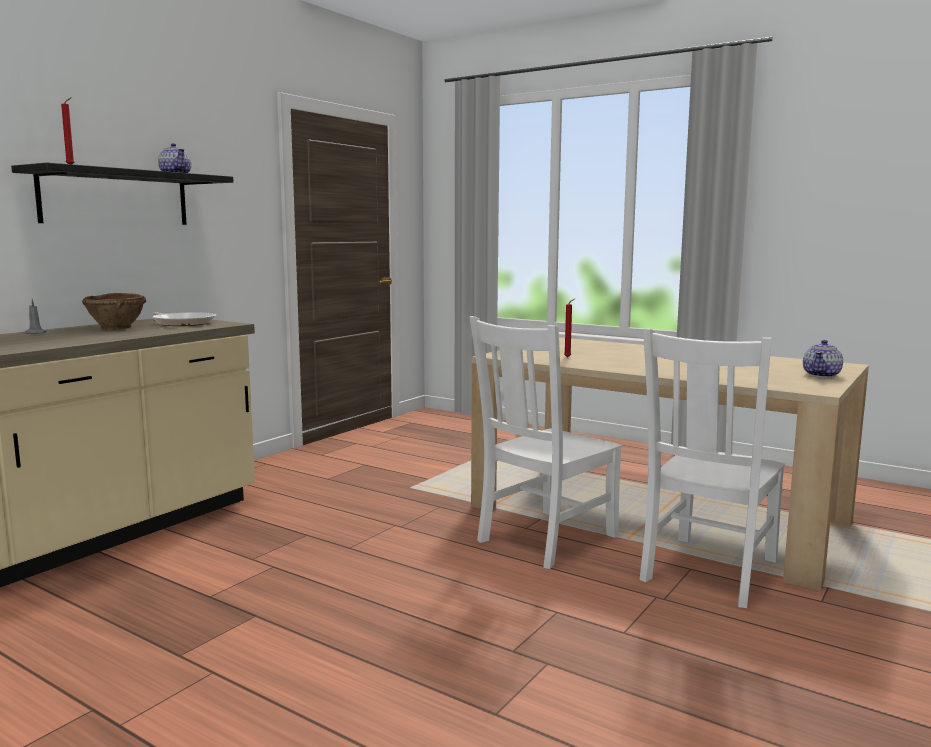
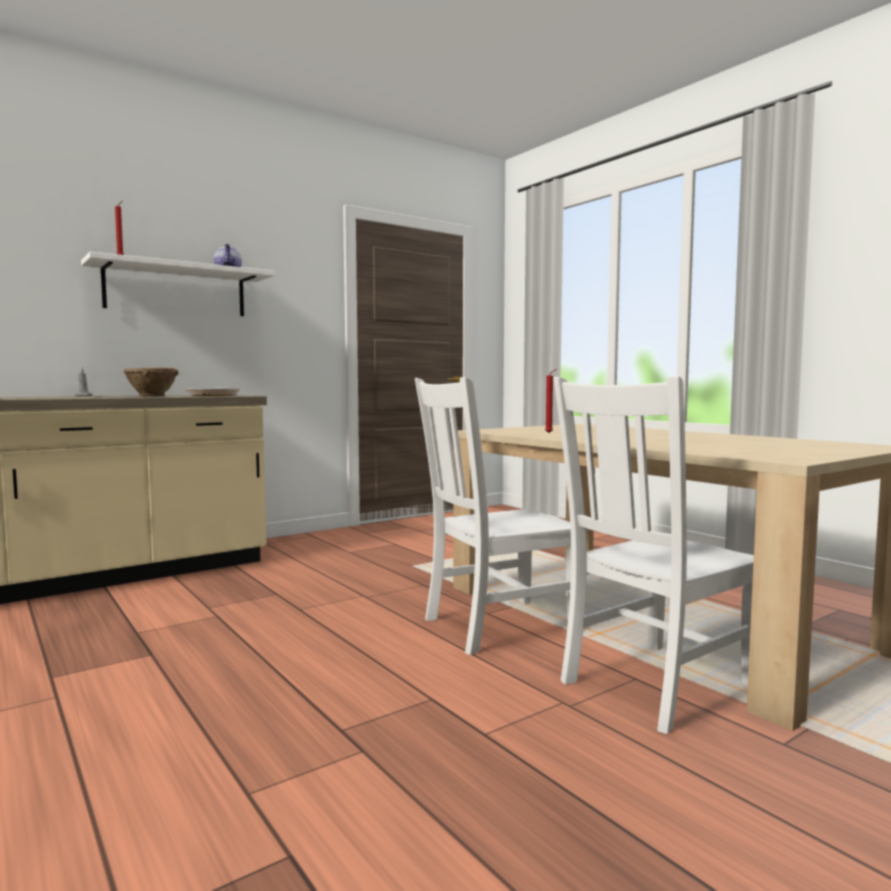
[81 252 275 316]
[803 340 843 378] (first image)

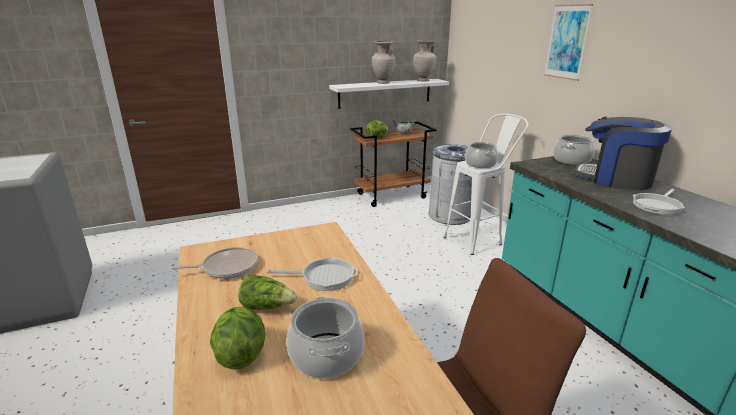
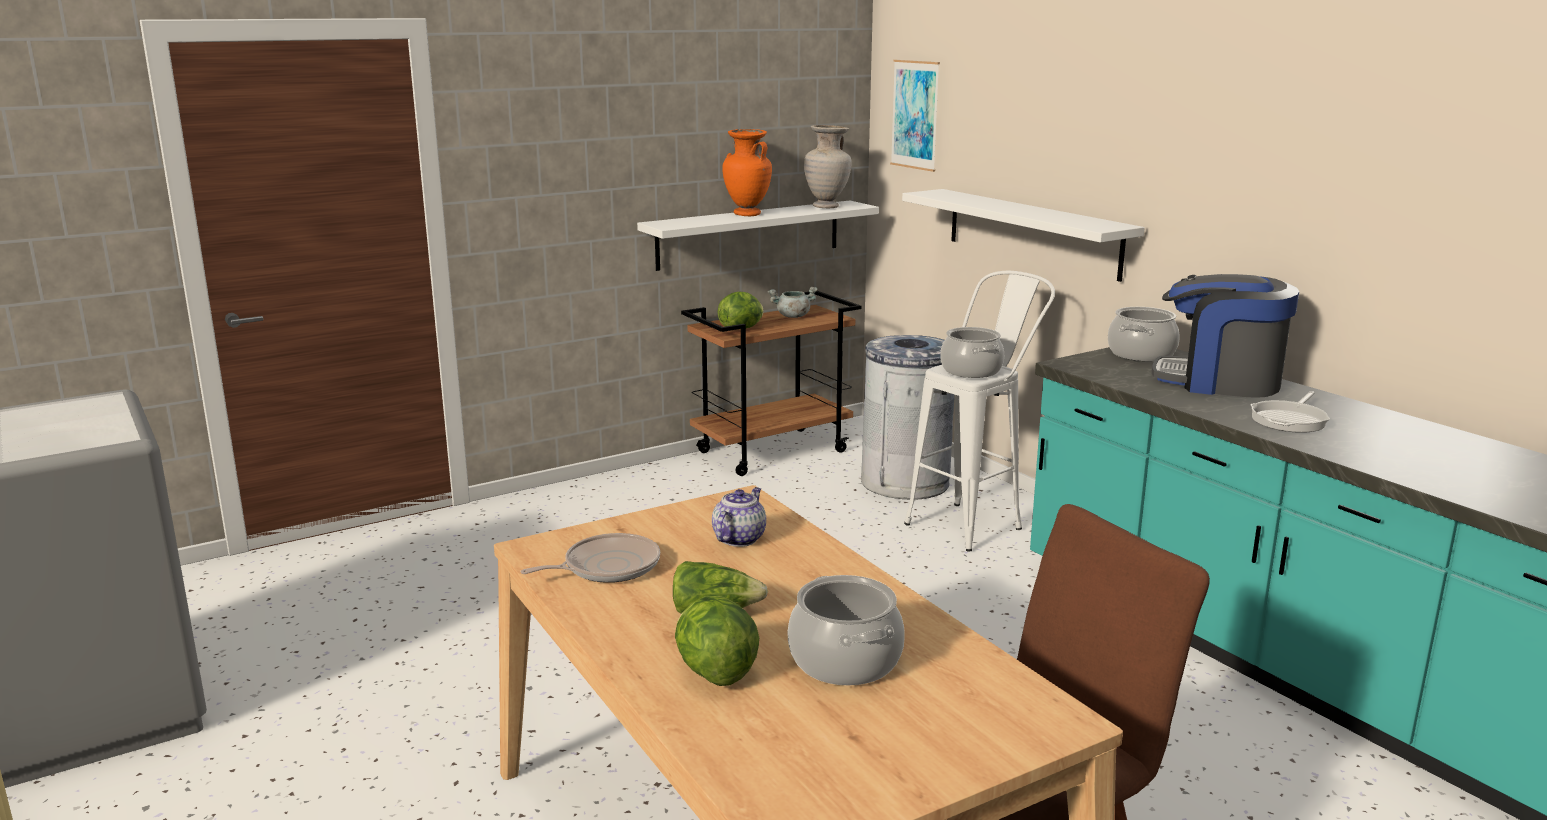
[890 60 940 172]
[722 129 772 216]
[267 257 358 291] (first image)
[902 189 1145 282]
[712 487 766 547]

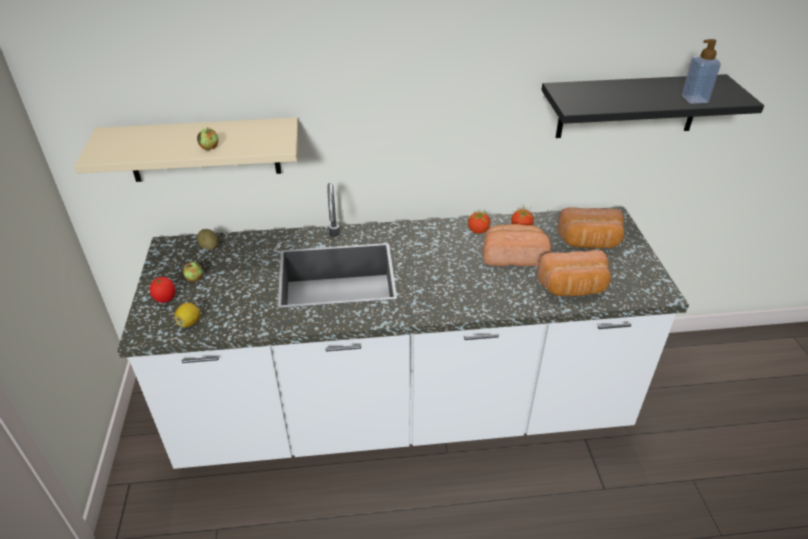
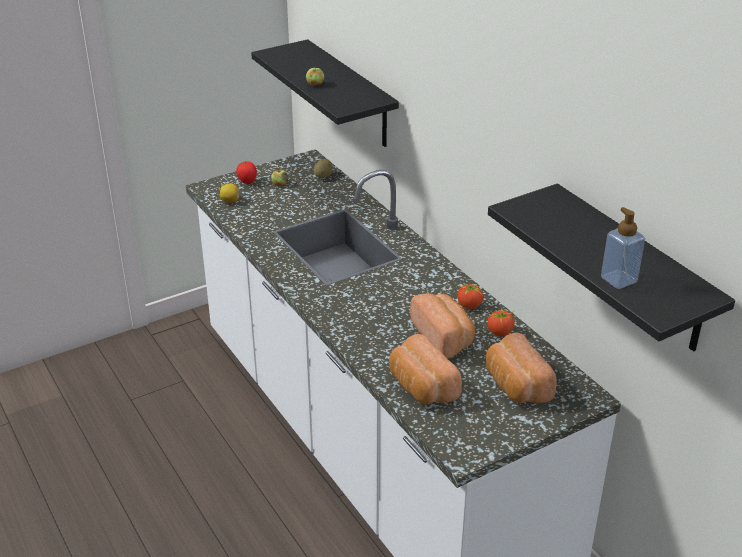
[251 39 399 147]

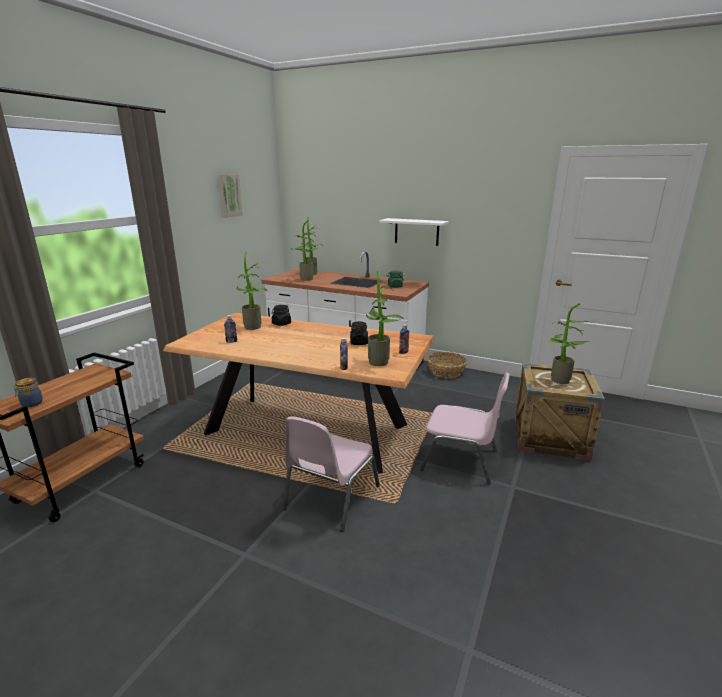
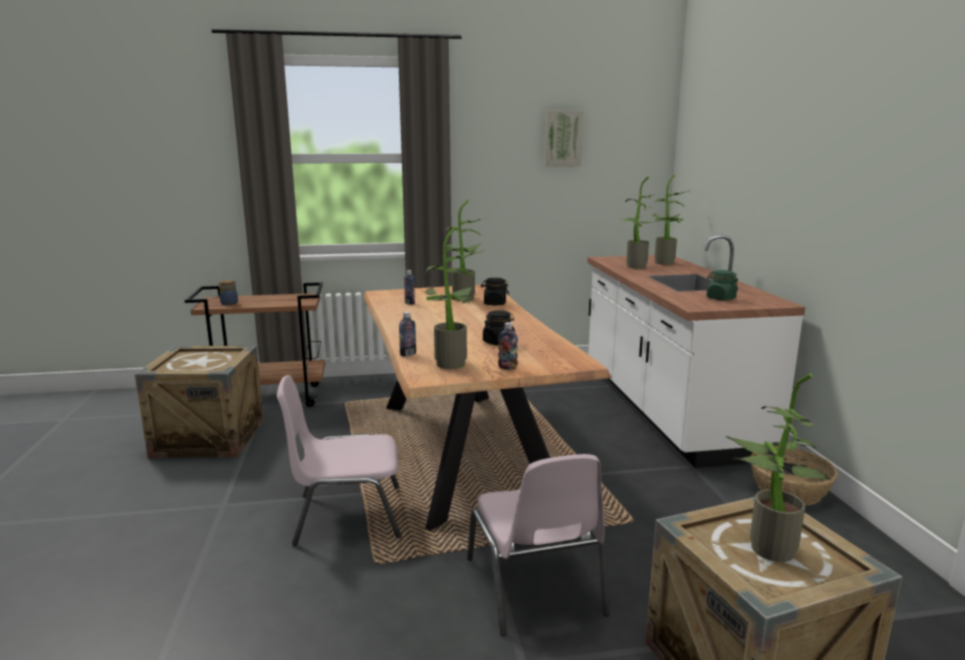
[379 218 449 246] (first image)
[134 346 264 458]

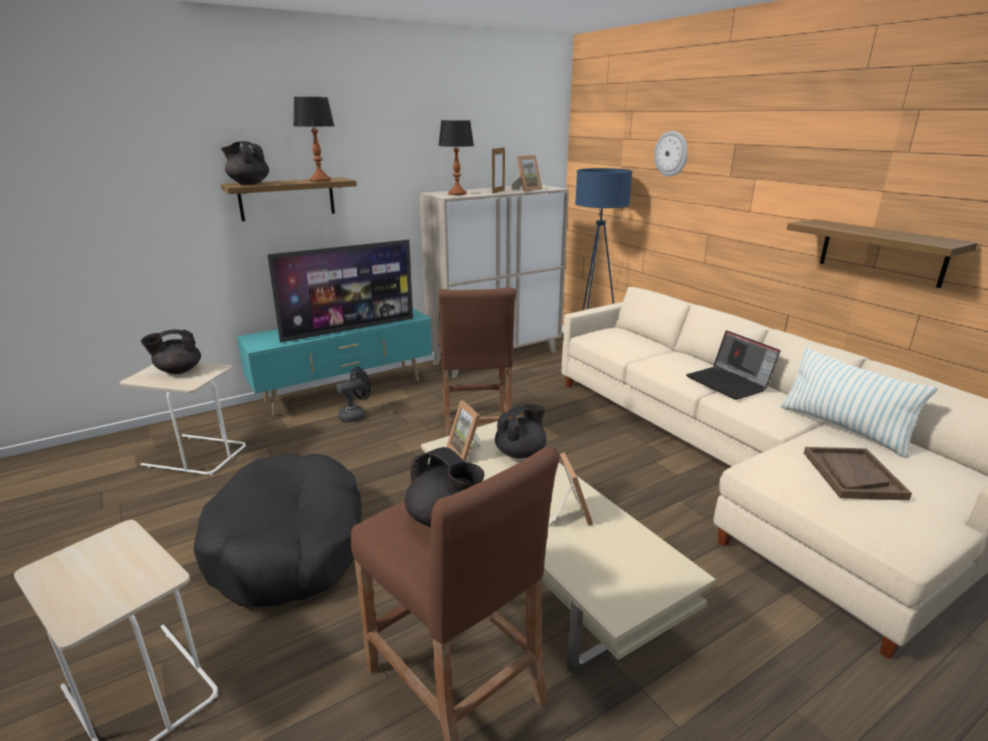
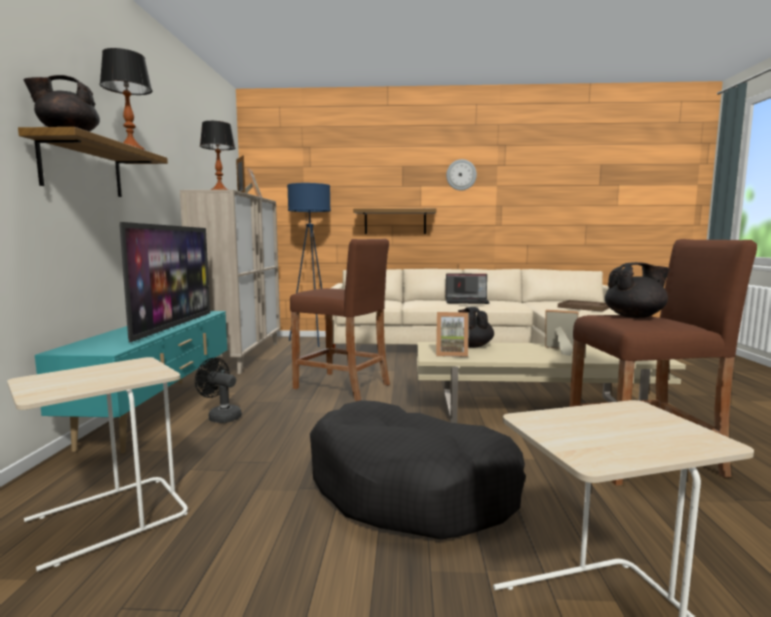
[446 159 477 191]
[353 208 437 234]
[141 329 201 374] (first image)
[780 347 937 458] (first image)
[195 358 242 423]

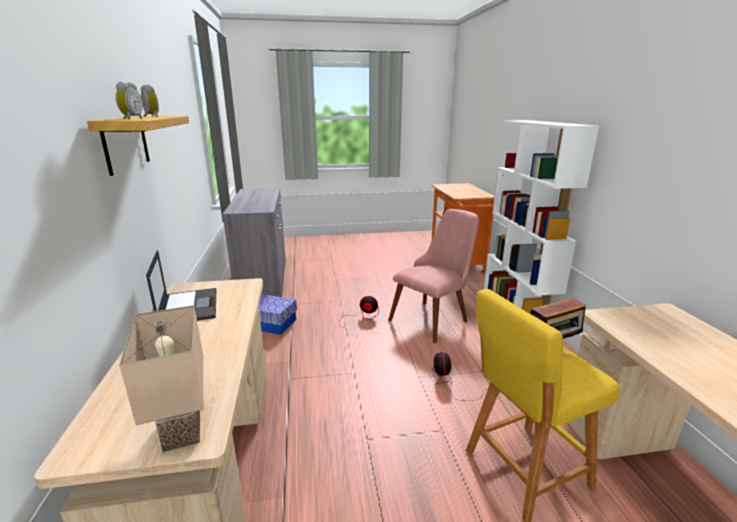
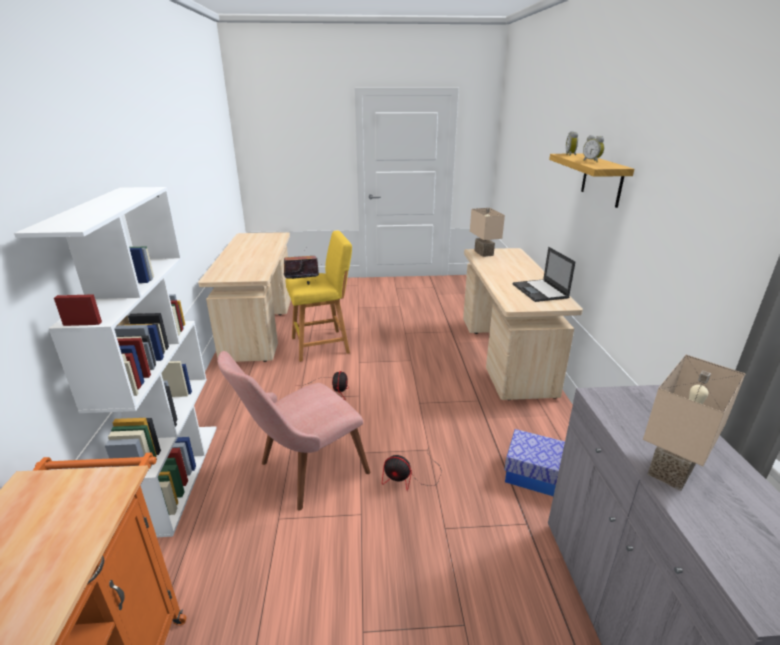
[643 355 746 491]

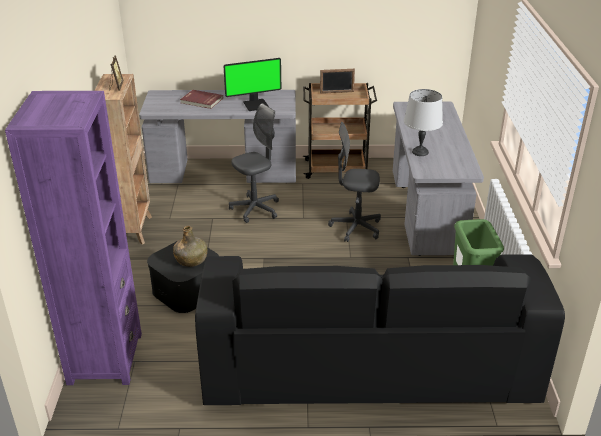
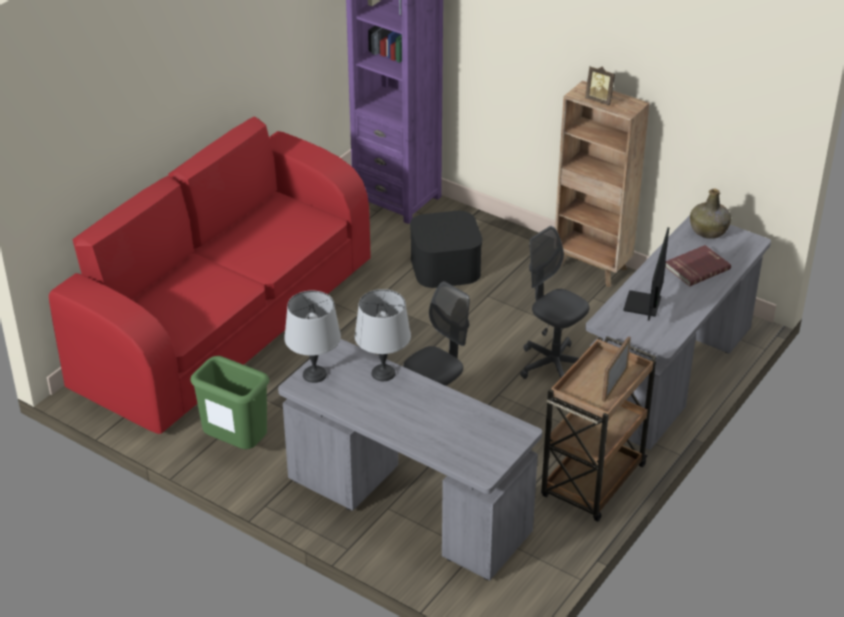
[520 226 589 379]
[690 189 731 239]
[49 117 371 434]
[284 291 341 383]

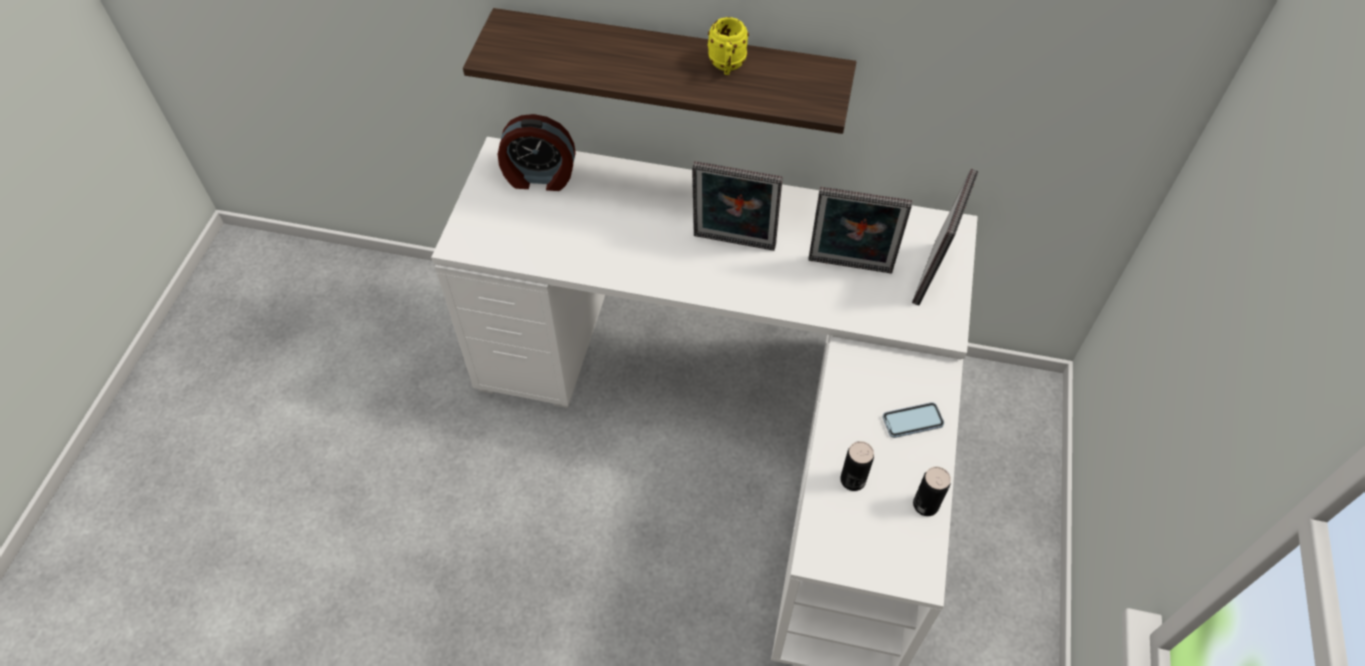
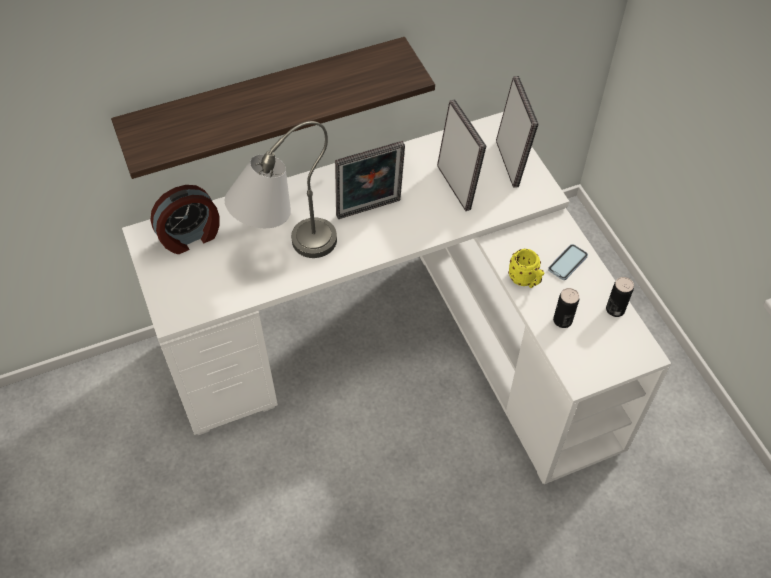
[508 249 544 288]
[437 99 486 211]
[225 121 337 258]

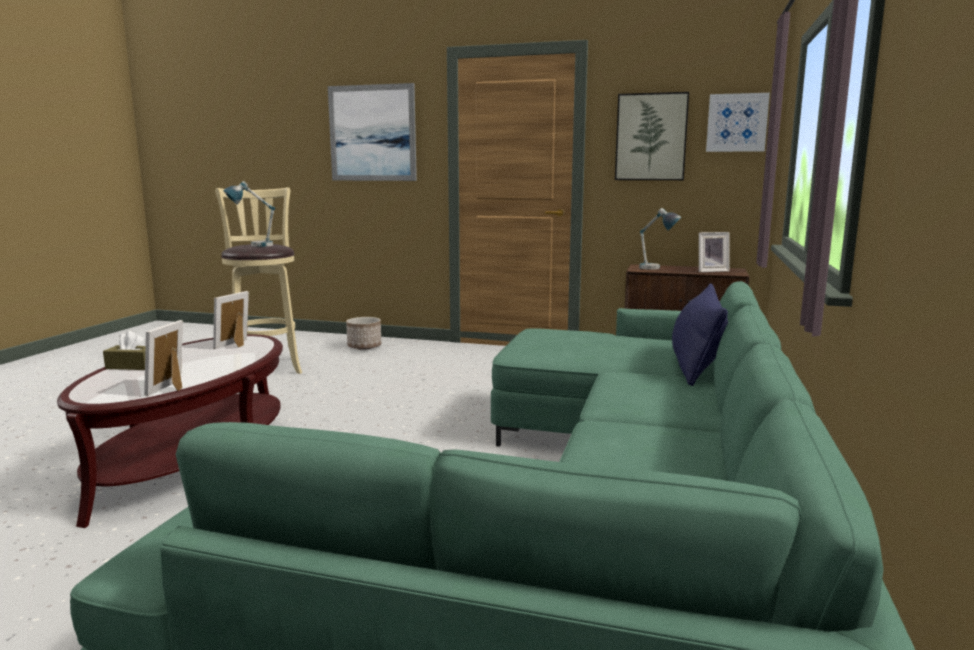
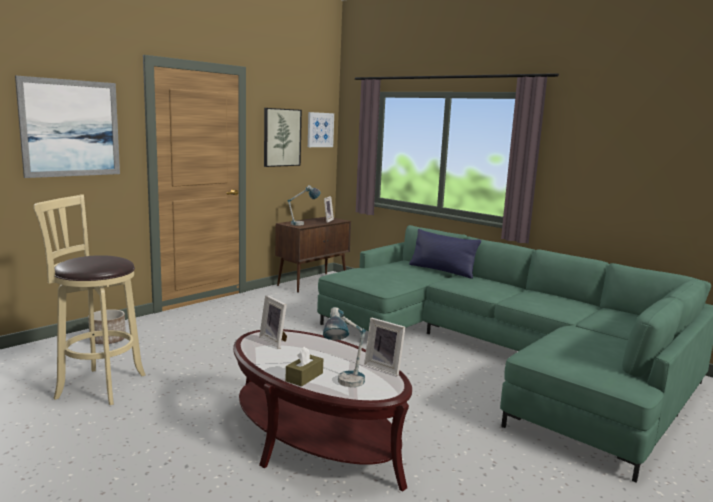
[323 307 366 387]

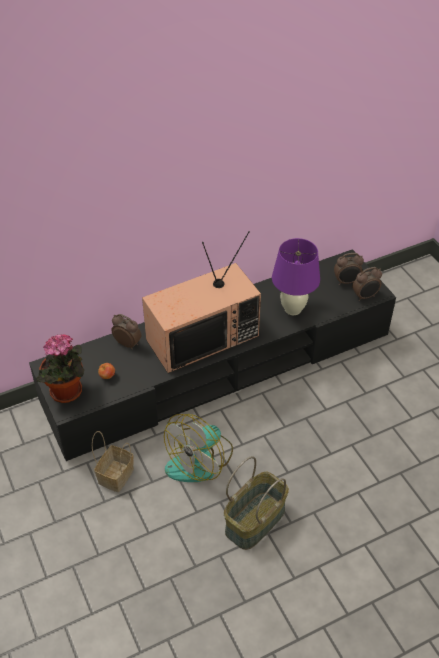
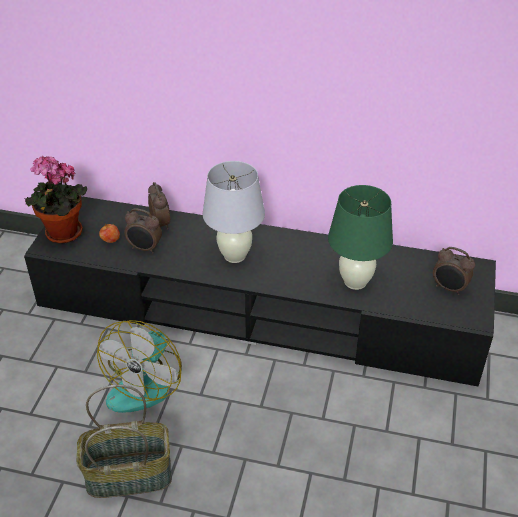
[203 161 265 263]
[328 185 393 290]
[124 208 162 253]
[97 320 182 413]
[92 431 134 492] (first image)

